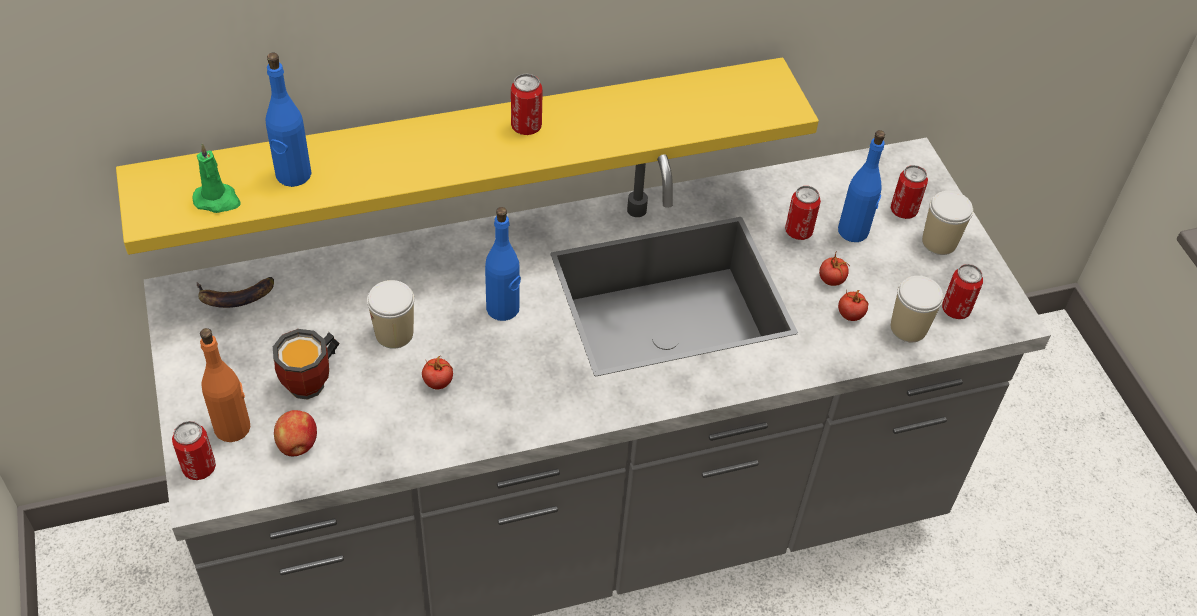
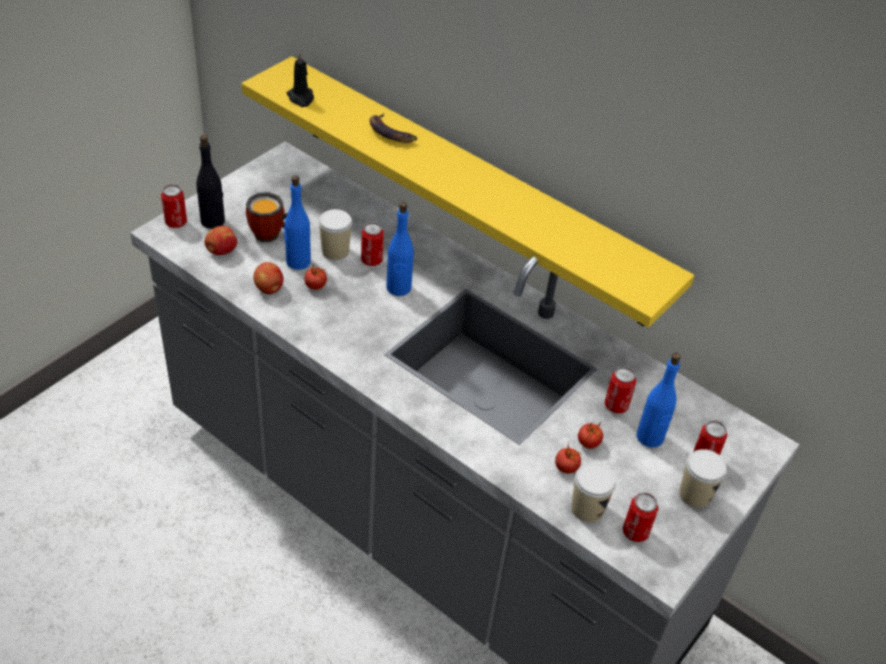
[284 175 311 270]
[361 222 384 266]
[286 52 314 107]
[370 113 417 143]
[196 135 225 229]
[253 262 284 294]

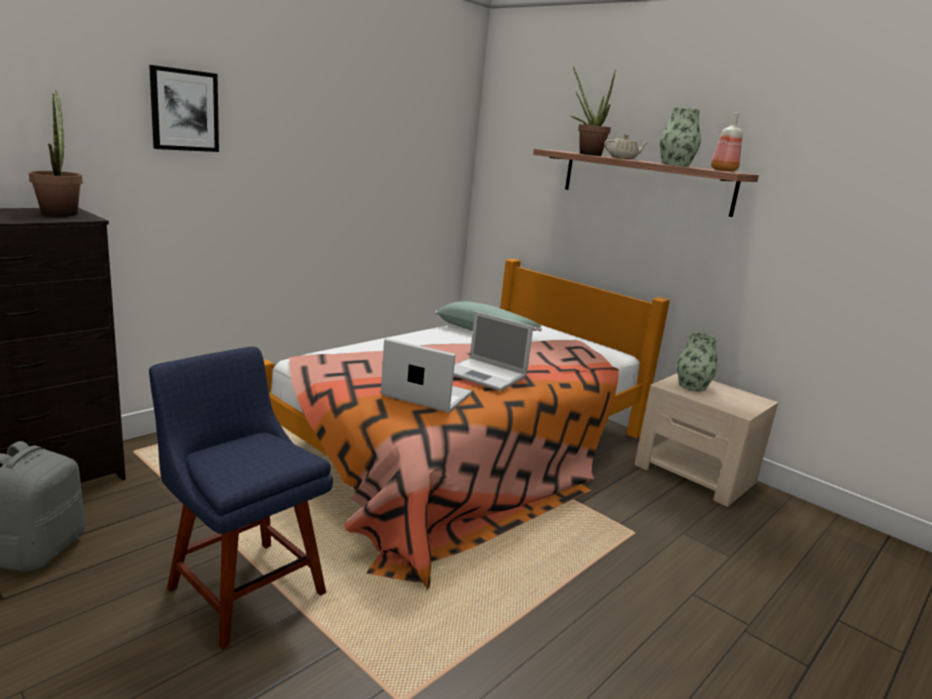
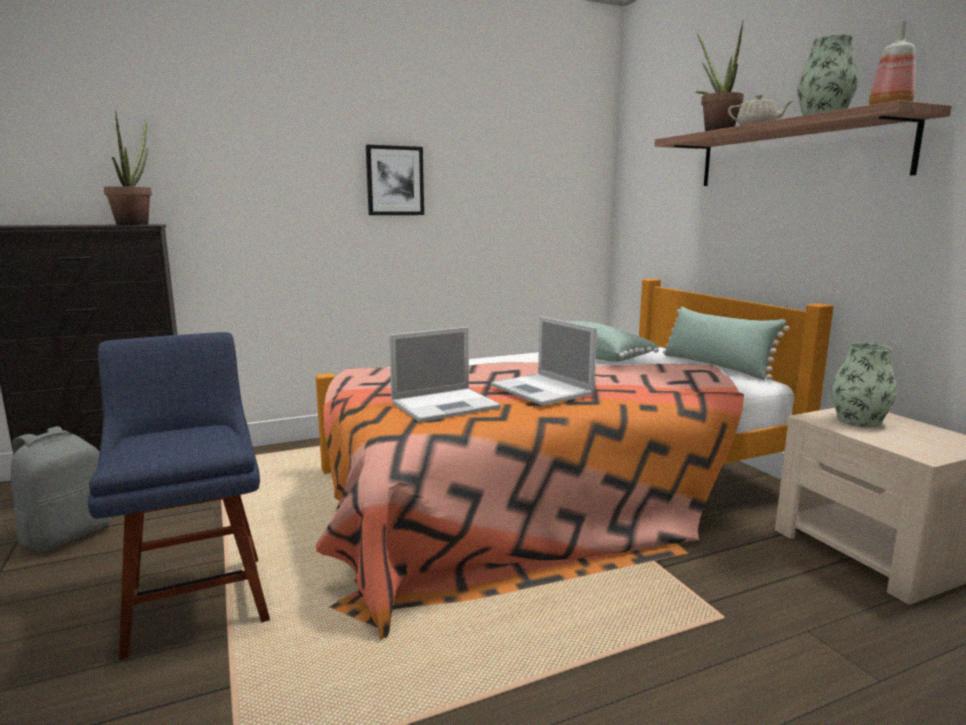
[366 145 424 215]
[389 327 501 422]
[663 306 790 380]

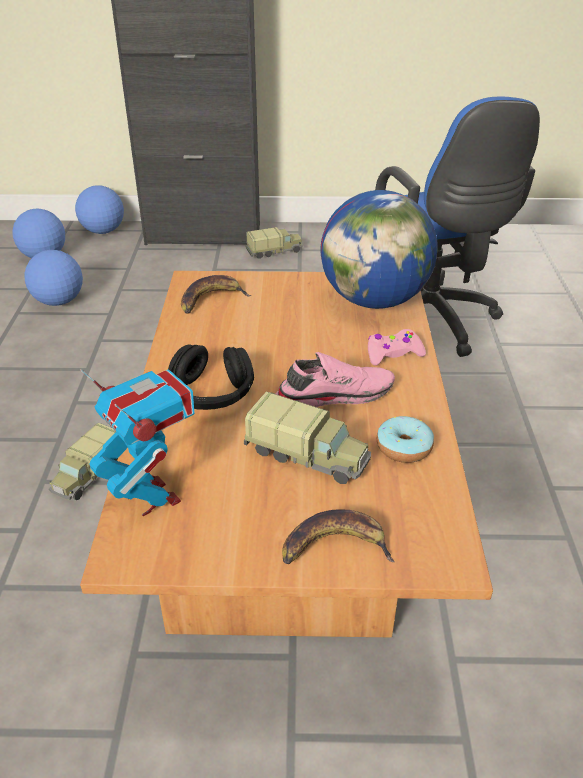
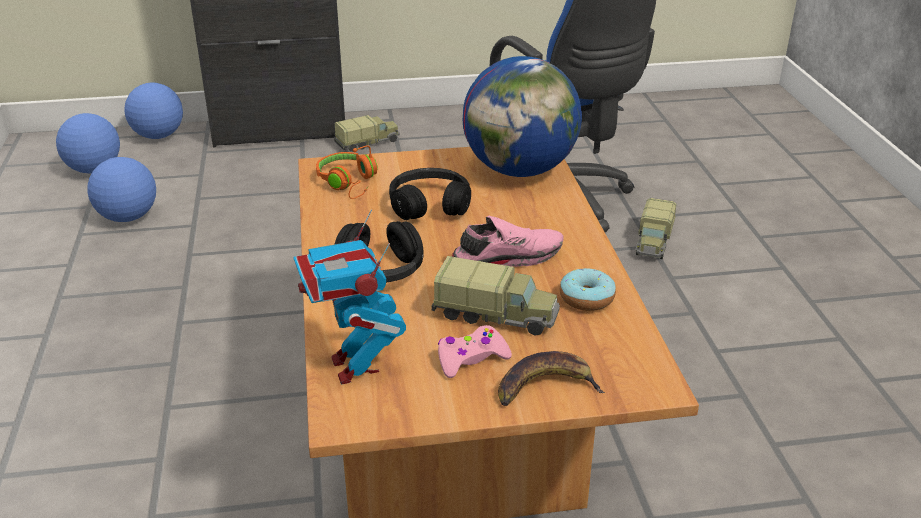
[316 145 377 199]
[438 325 512 378]
[293 210 406 384]
[636 198 676 259]
[389 168 471 220]

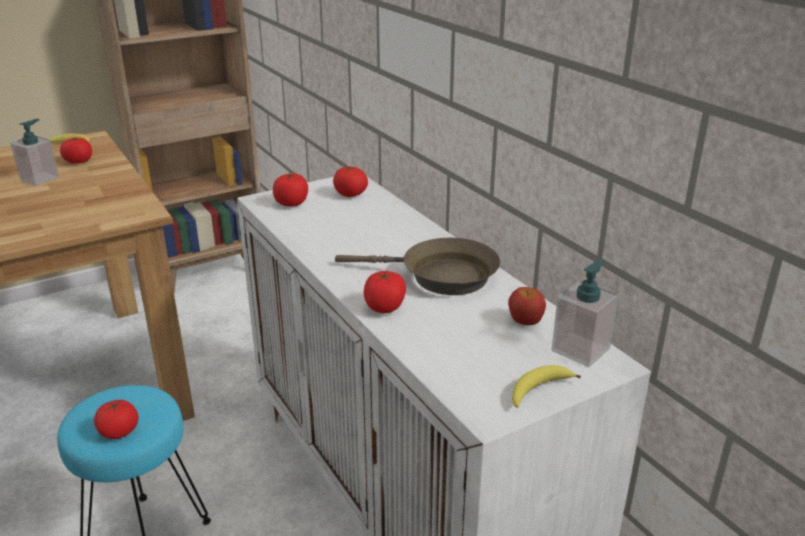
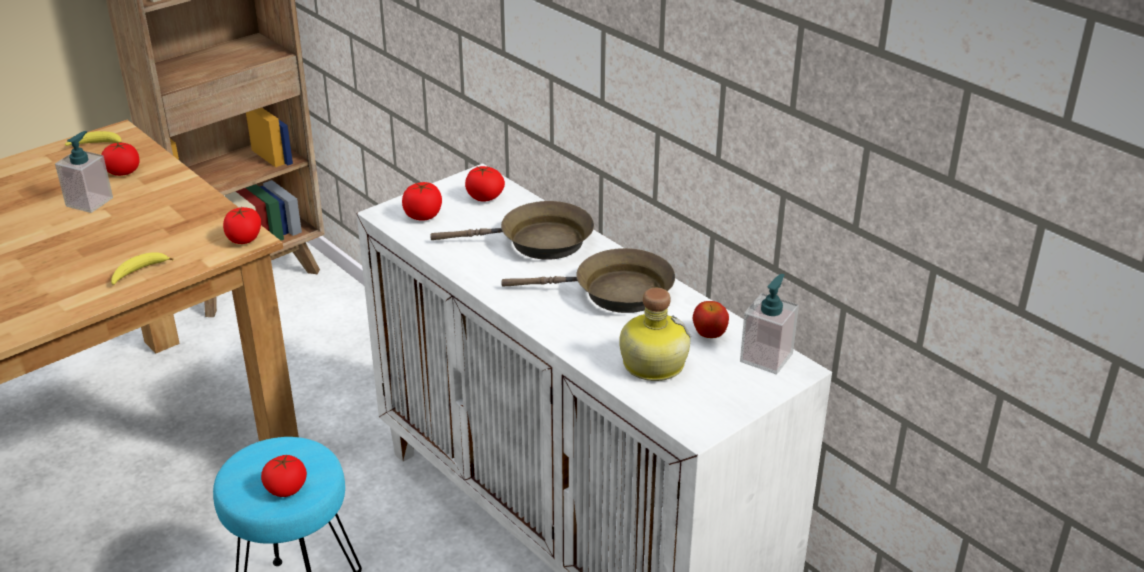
[223 207 261 244]
[111 252 174 285]
[430 201 594 260]
[619 287 691 381]

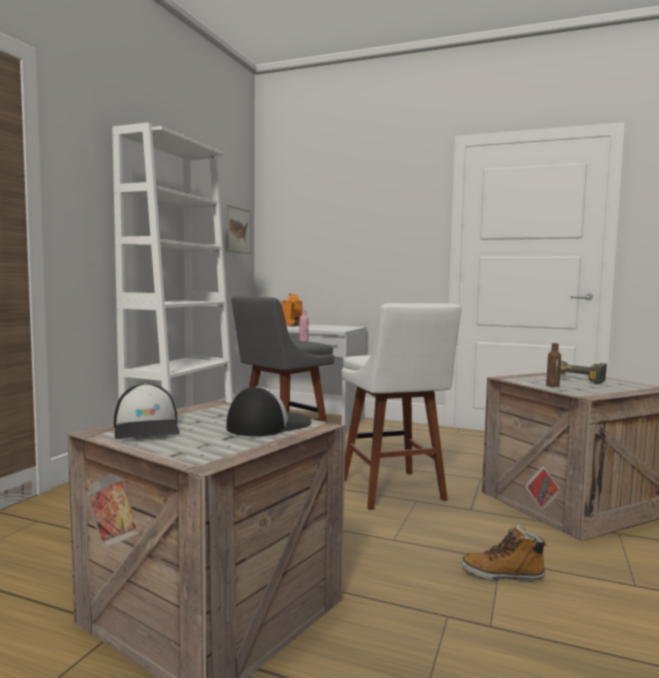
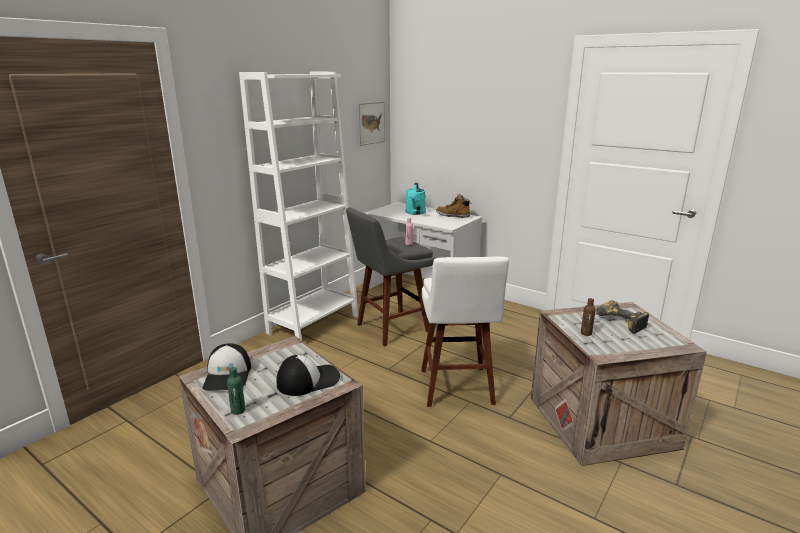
[406 183 426 215]
[436 194 470 218]
[227 367 245 415]

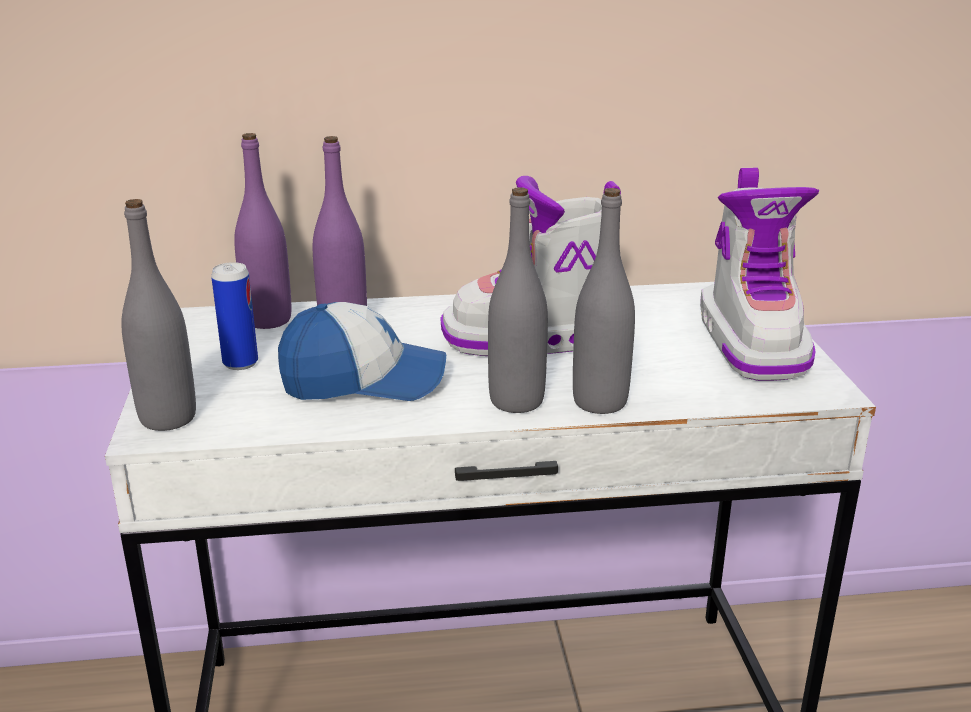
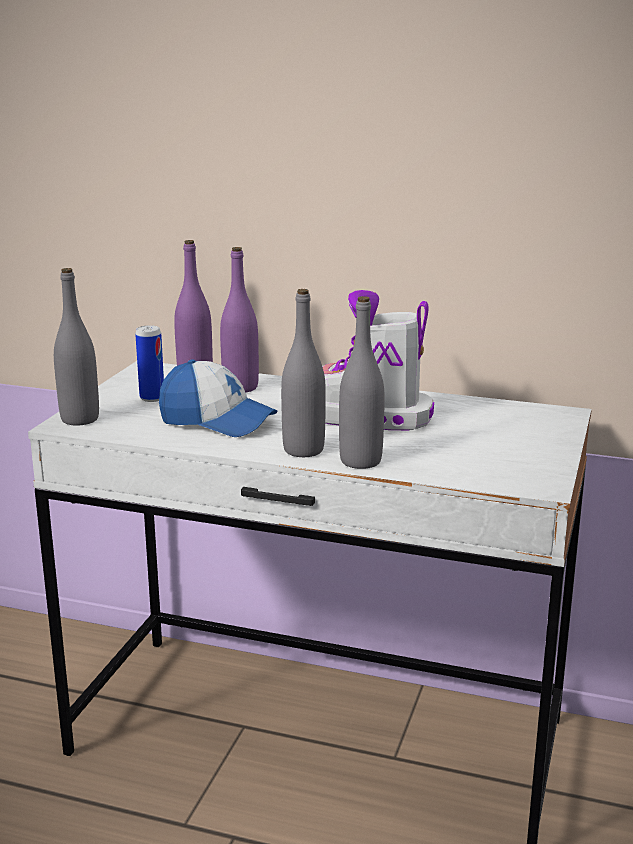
[700 168 819 381] (first image)

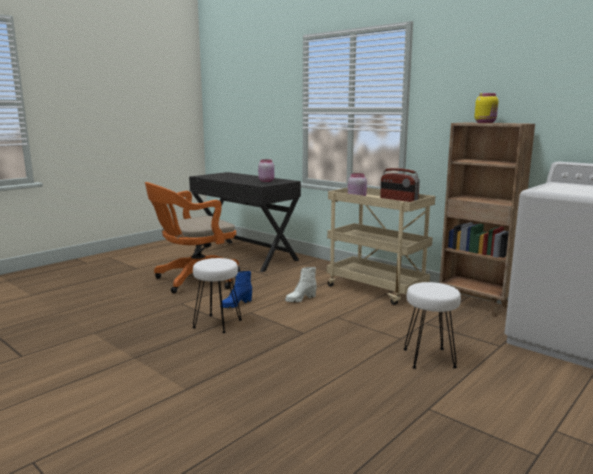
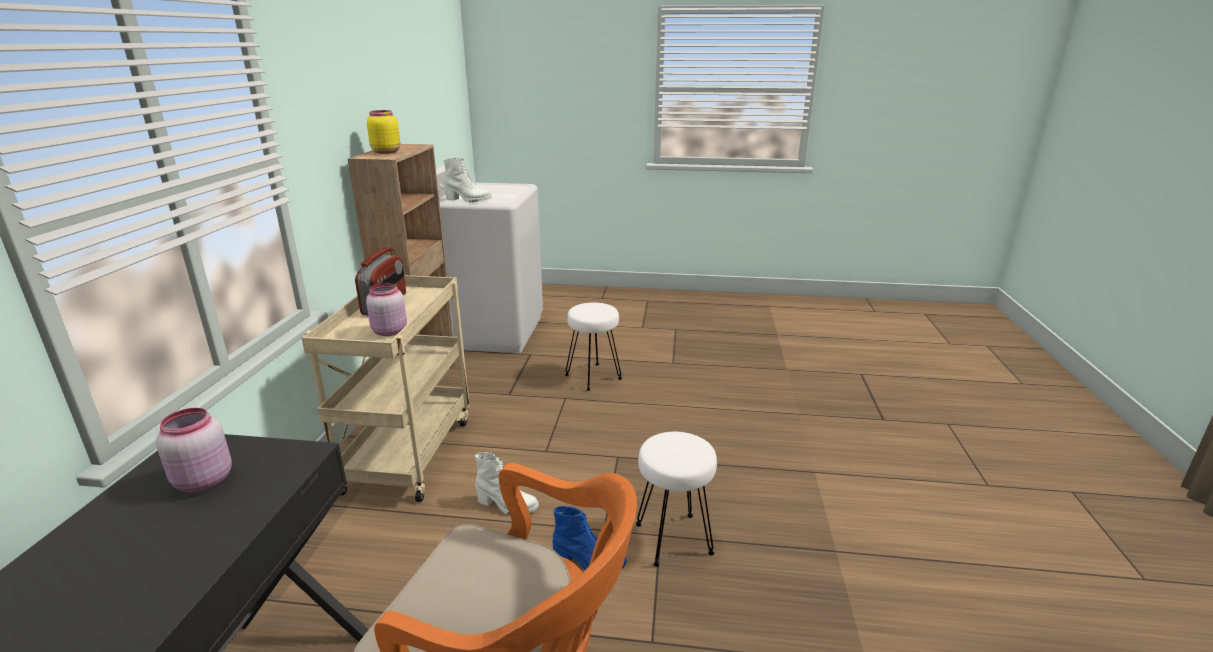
[443 158 492 203]

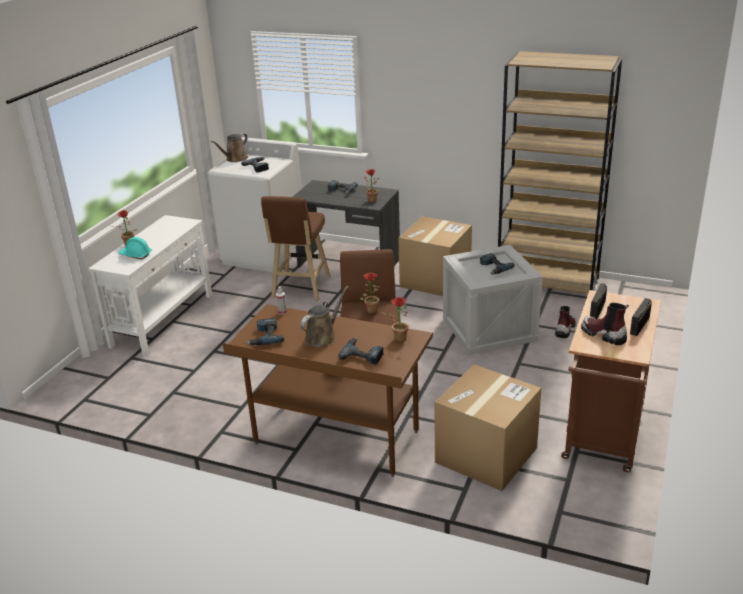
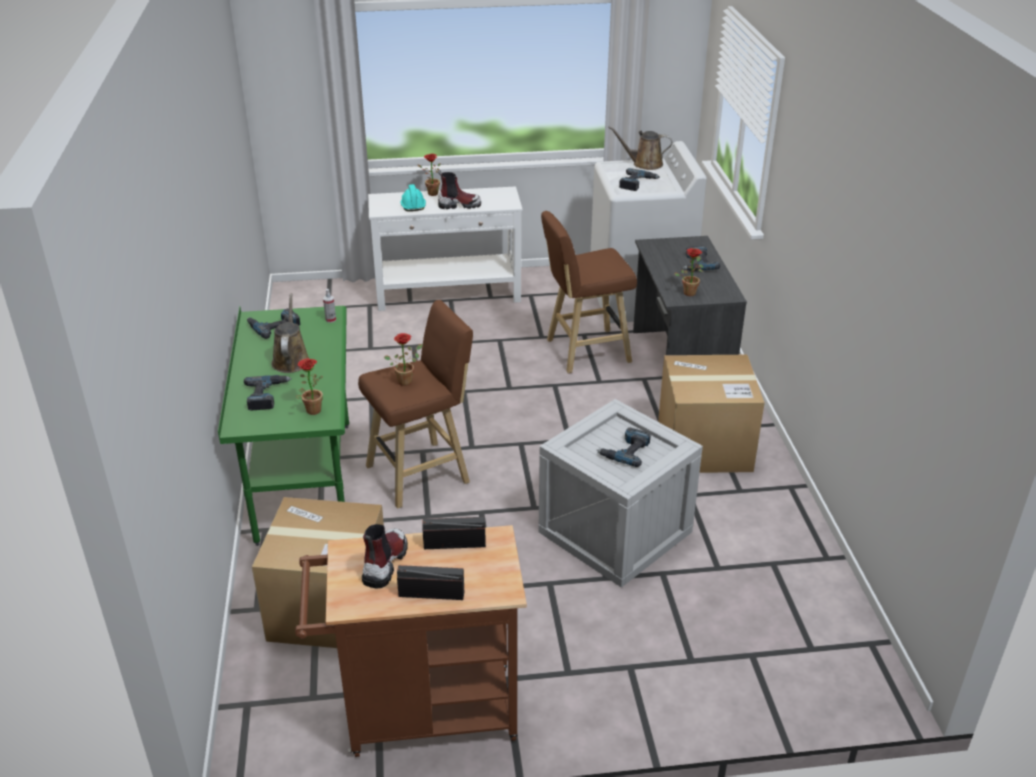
[498 51 622 294] (first image)
[271 293 310 373]
[218 306 349 546]
[438 170 481 209]

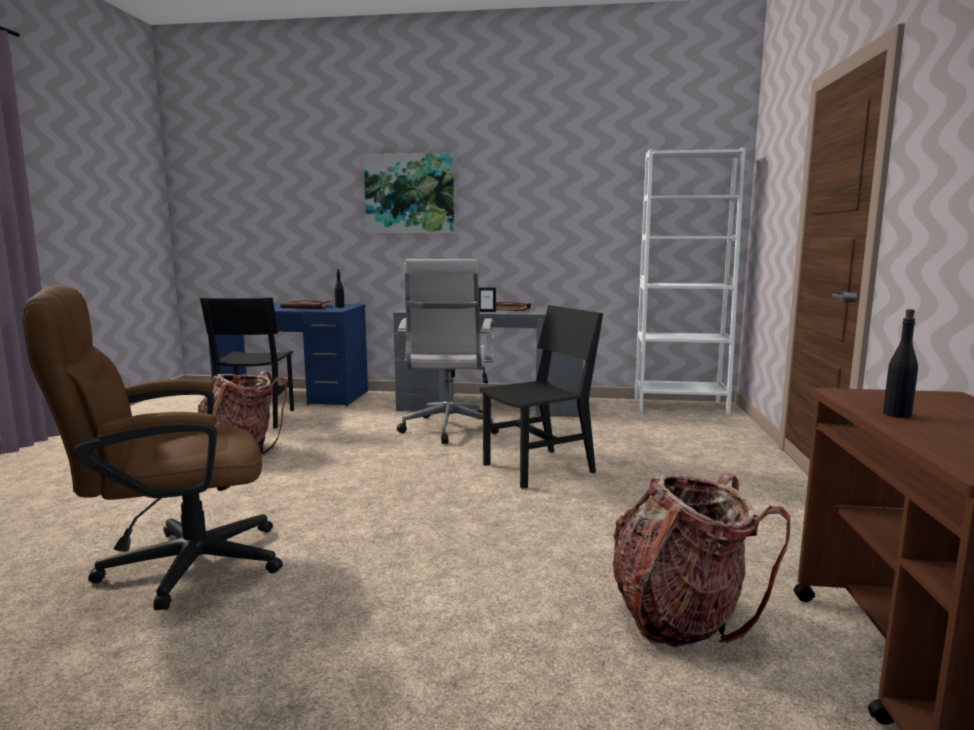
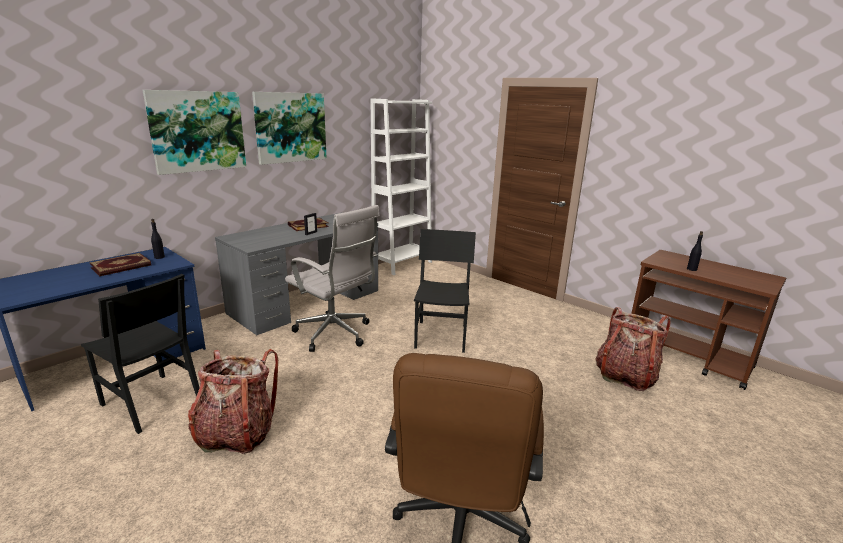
[252 92 327 165]

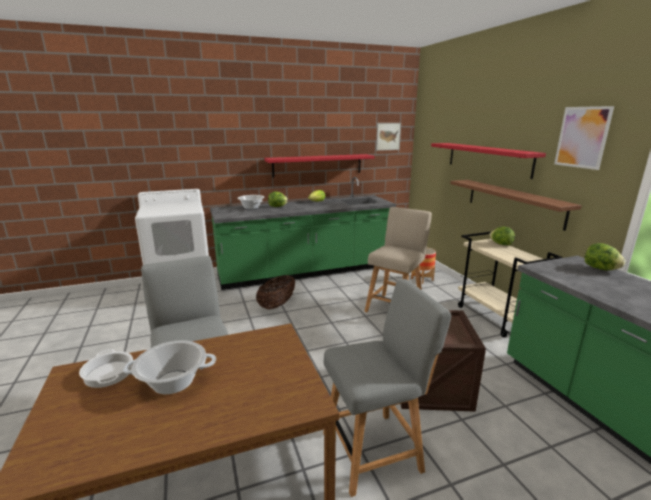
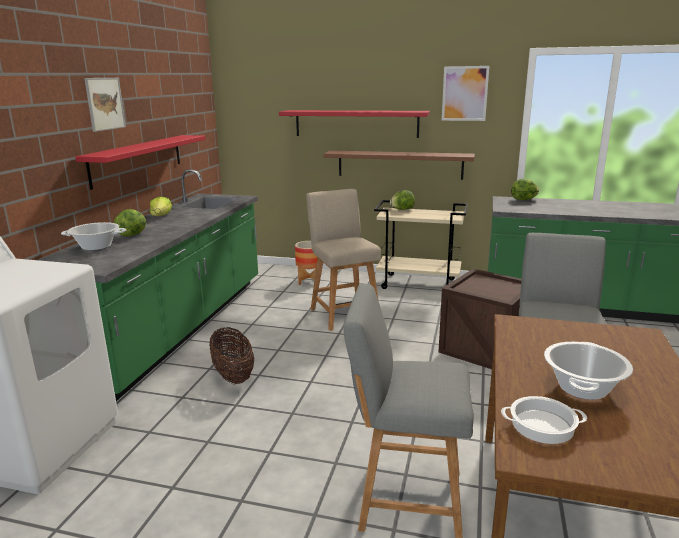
[84 78 126 132]

